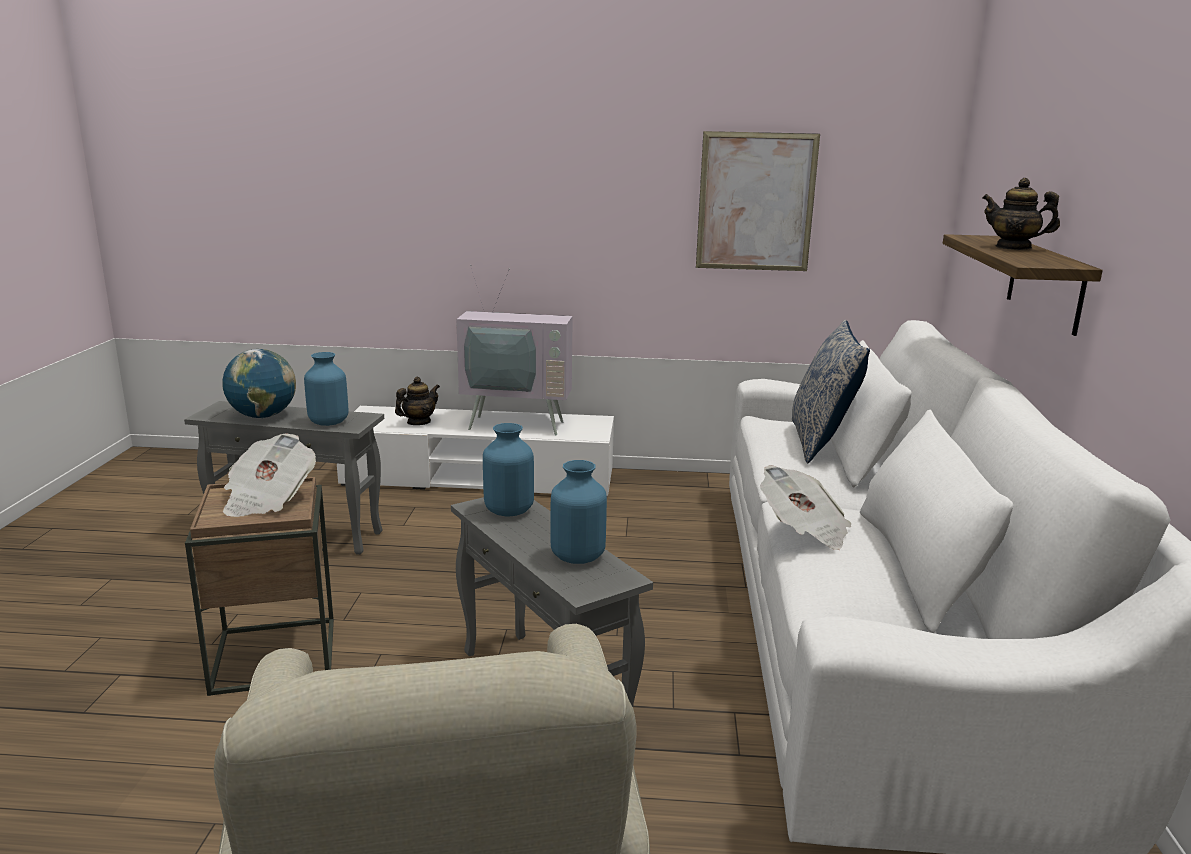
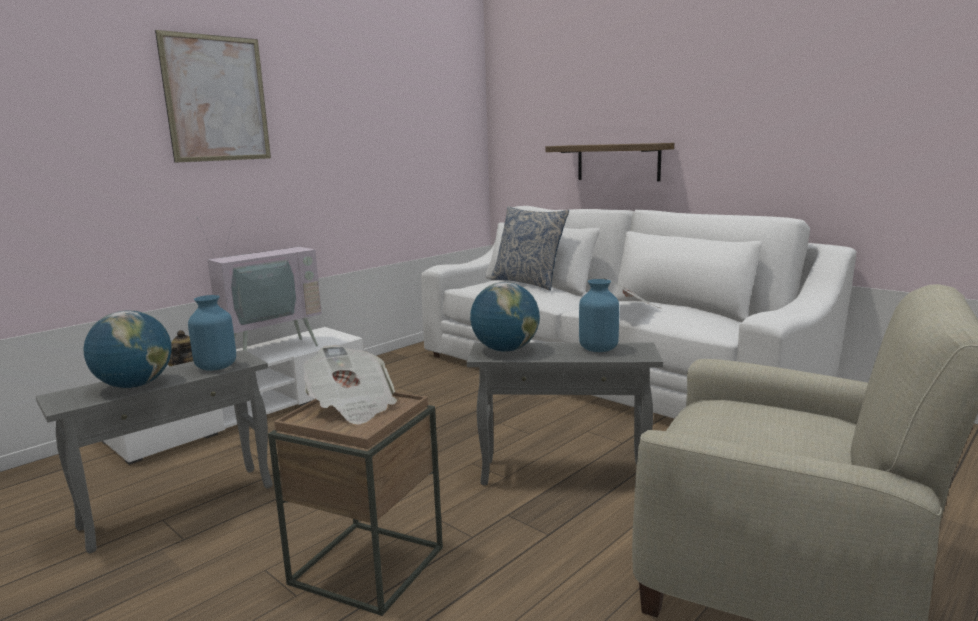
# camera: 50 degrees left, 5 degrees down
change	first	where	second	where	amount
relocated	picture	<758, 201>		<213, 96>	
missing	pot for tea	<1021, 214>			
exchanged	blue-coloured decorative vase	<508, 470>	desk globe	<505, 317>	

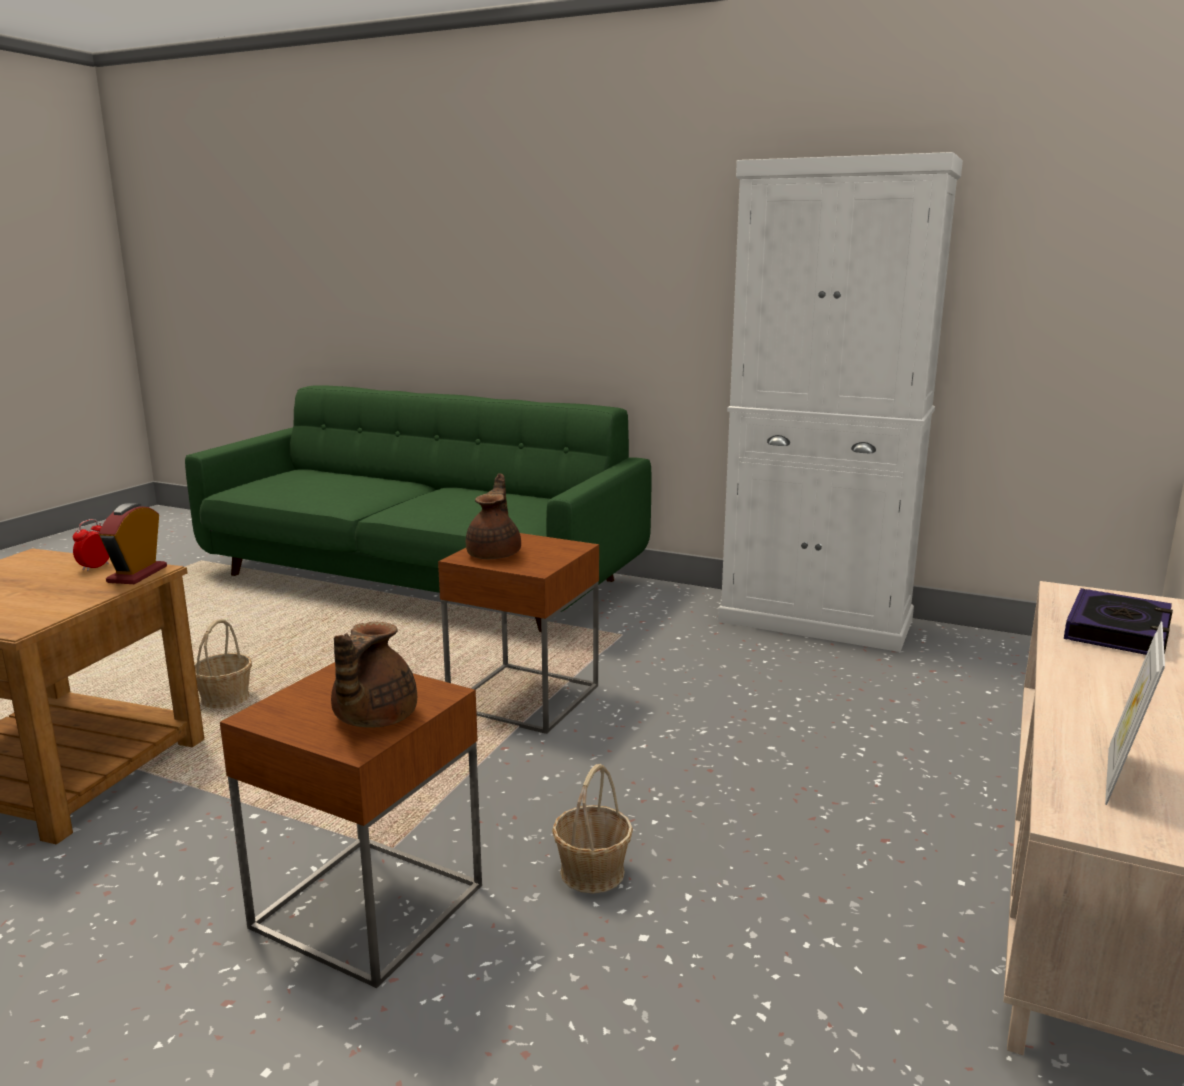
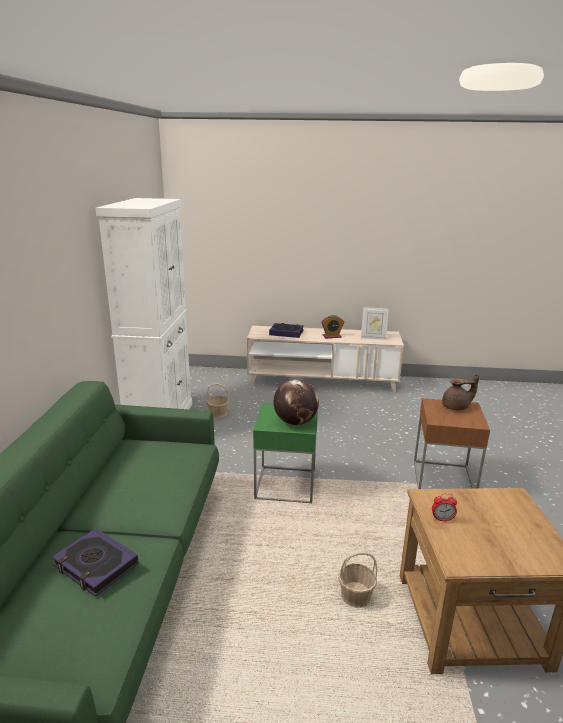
# camera: 110 degrees left, 5 degrees up
change	first	where	second	where	amount
exchanged	brown pot for tea	<493, 516>	desk globe	<296, 402>	
relocated	table clock	<133, 543>		<332, 327>	
colour	brown side table	<518, 633>	greenish side table	<285, 453>	
relocated	basket	<592, 829>		<217, 400>	
appeared			book	<95, 562>	

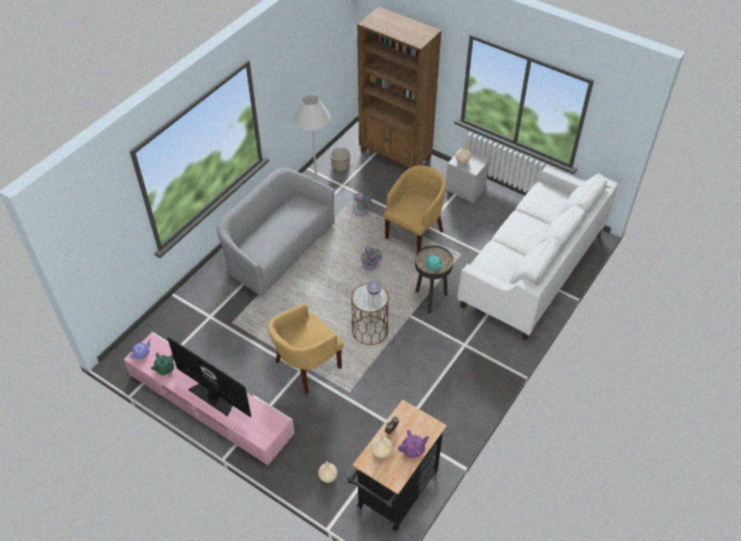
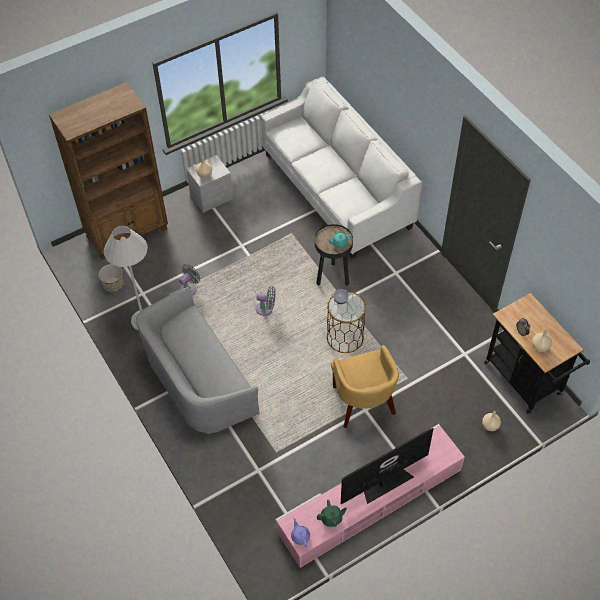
# camera: 65 degrees left, 5 degrees up
change	first	where	second	where	amount
missing	yellow-coloured lounge chair	<414, 209>			
missing	purple pot for tea	<413, 444>			

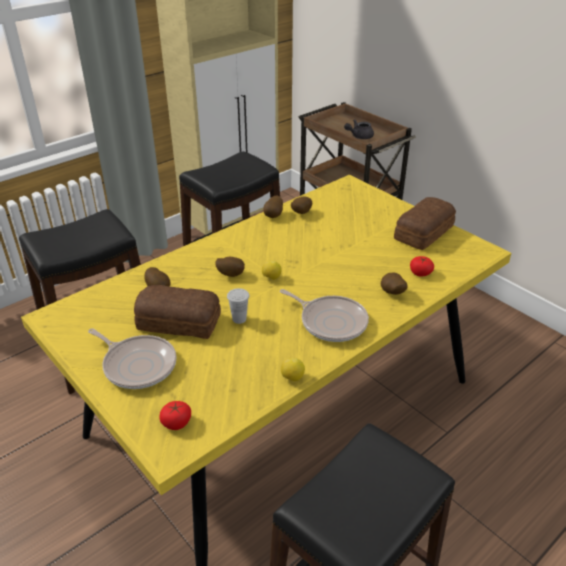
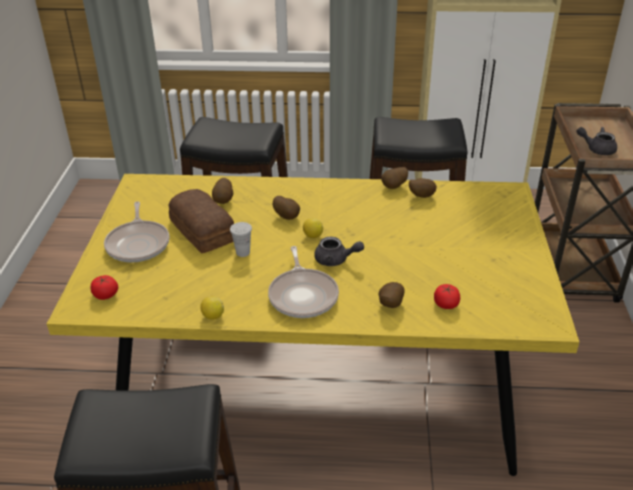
# camera: 45 degrees right, 0 degrees up
change	first	where	second	where	amount
missing	bakery bread	<425, 223>			
appeared			gray pot for tea	<339, 251>	

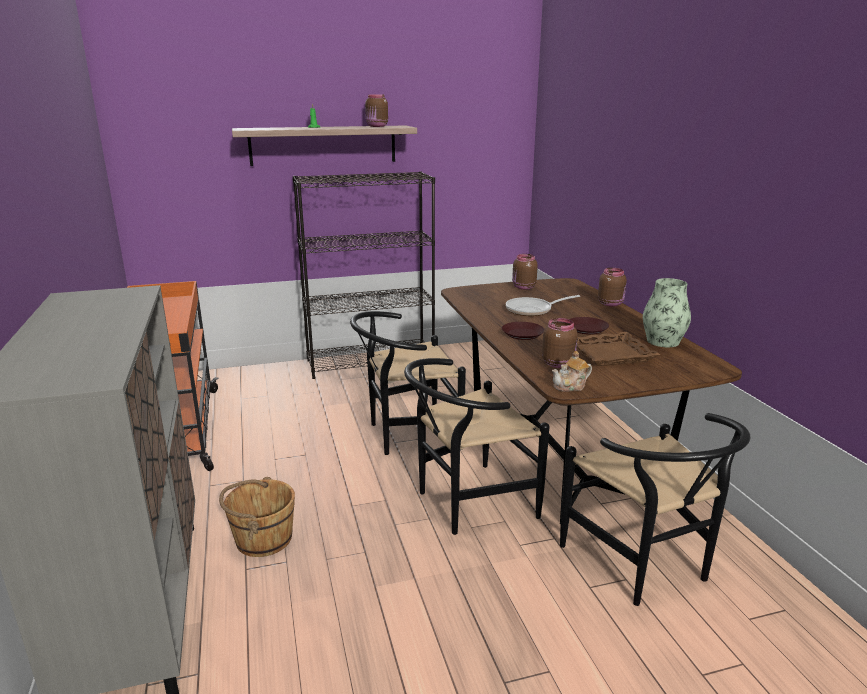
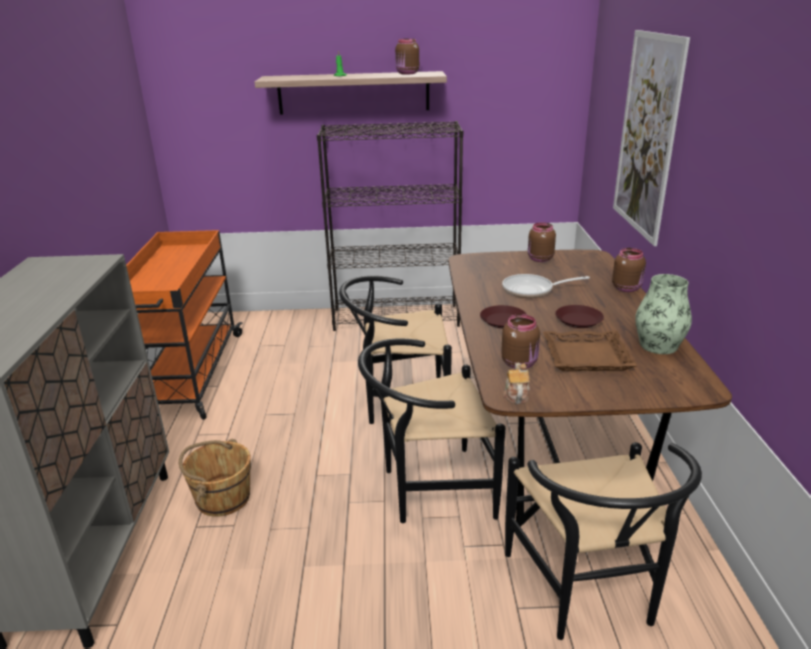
# camera: 15 degrees right, 5 degrees up
change	first	where	second	where	amount
spun	pot for tea	<572, 371>		<516, 383>	105 degrees clockwise
appeared			picture	<651, 138>	

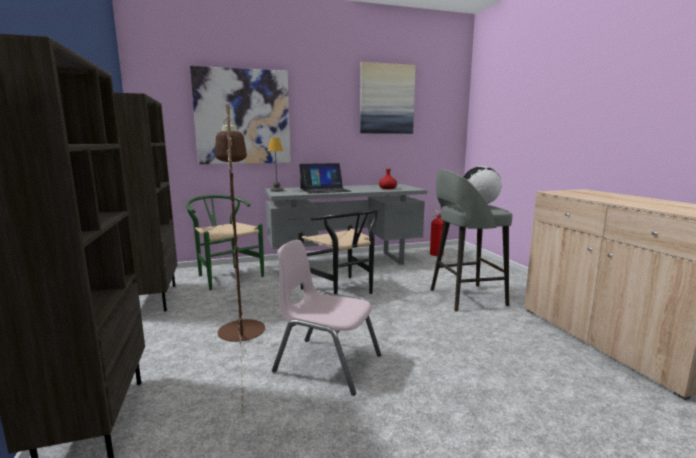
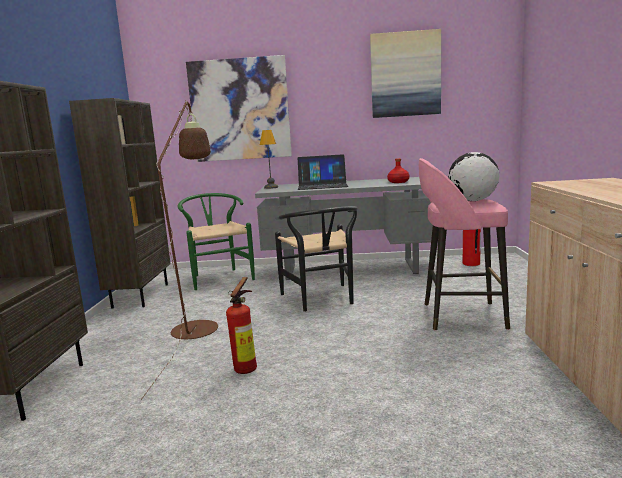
# camera: 20 degrees right, 0 degrees up
change	first	where	second	where	amount
colour	gray sitting stool	<471, 241>	pinkish sitting stool	<464, 244>	
exchanged	pinkish chair	<326, 318>	extinguisher	<241, 325>	

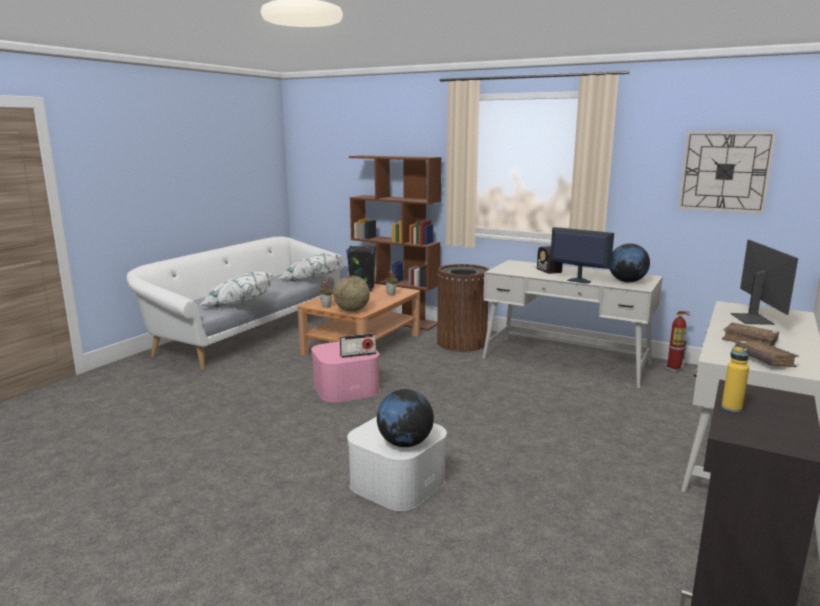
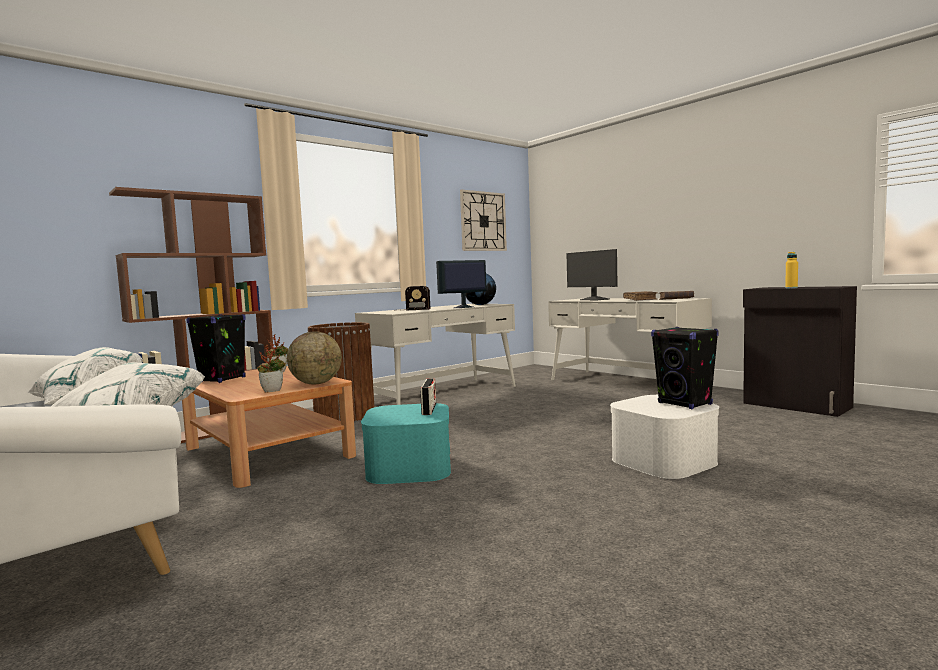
# camera: 70 degrees left, 10 degrees down
change	first	where	second	where	amount
spun	computer display	<764, 282>		<592, 274>	150 degrees counterclockwise
missing	extinguisher	<677, 342>			
colour	pinkish storage box	<345, 372>	turquoise storage box	<406, 443>	
exchanged	desk globe	<405, 418>	blackish audio speaker	<685, 368>	

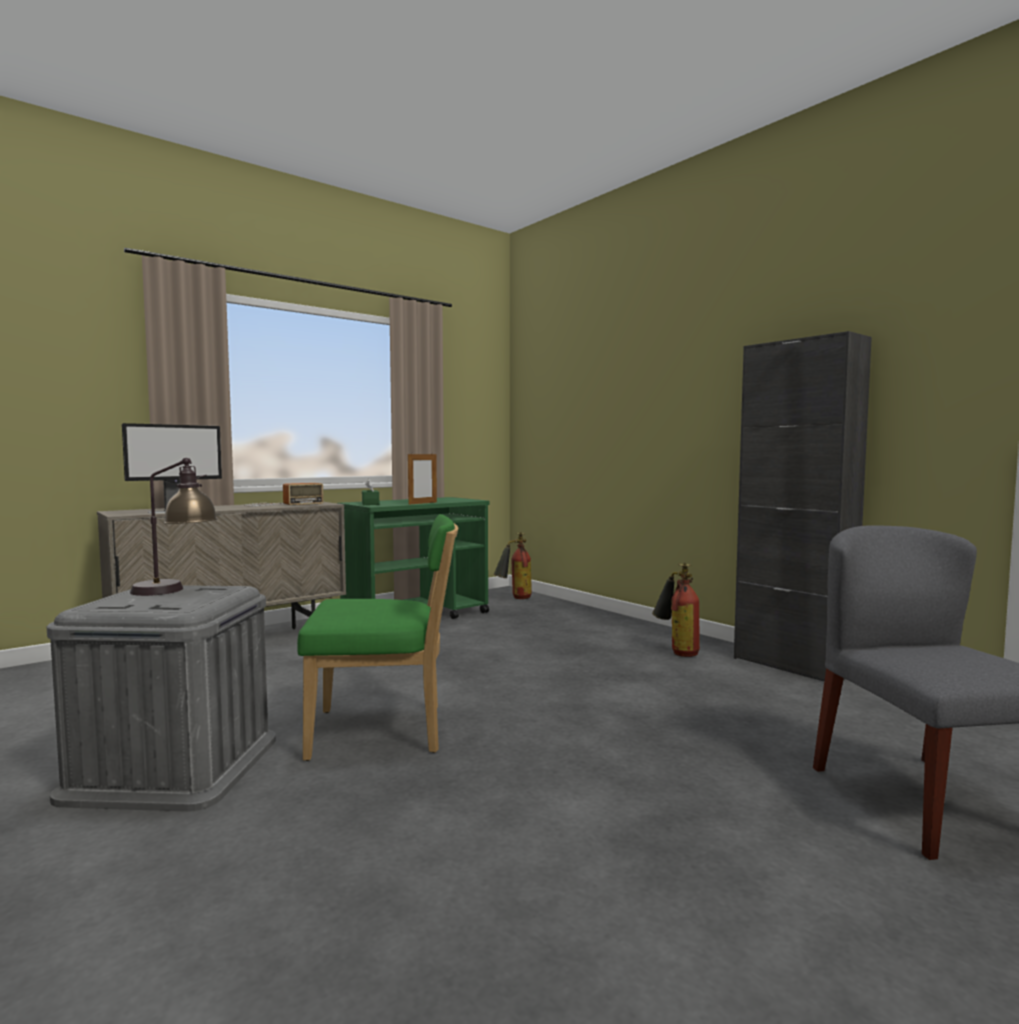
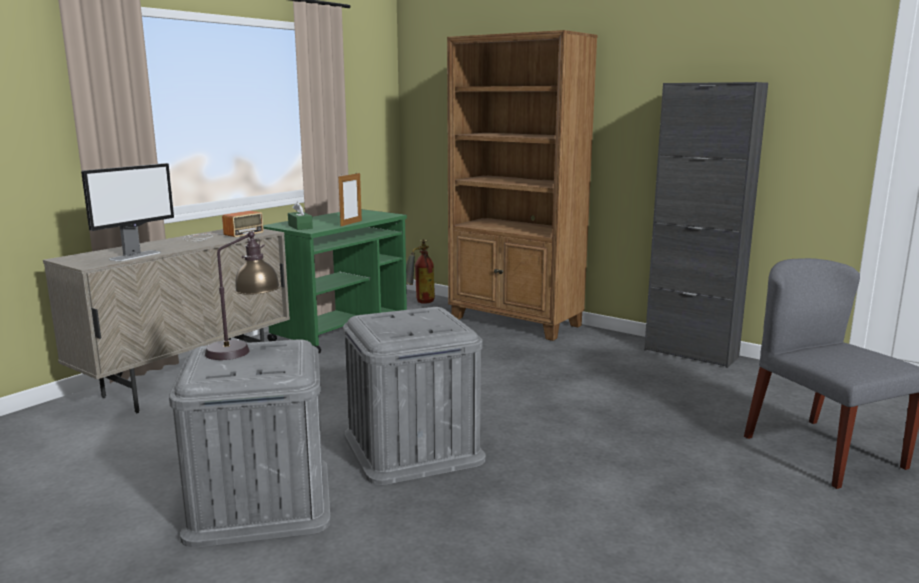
# camera: 15 degrees left, 10 degrees up
change	first	where	second	where	amount
exchanged	greenish chair	<377, 637>	gray storage box	<414, 396>	
missing	extinguisher	<676, 610>			
appeared			brown shelving unit	<522, 185>	

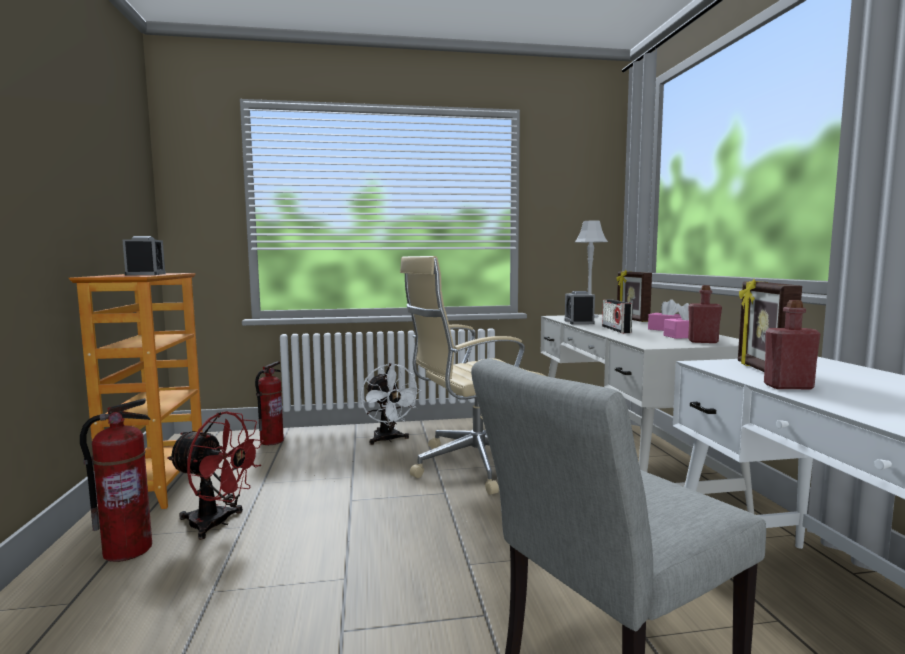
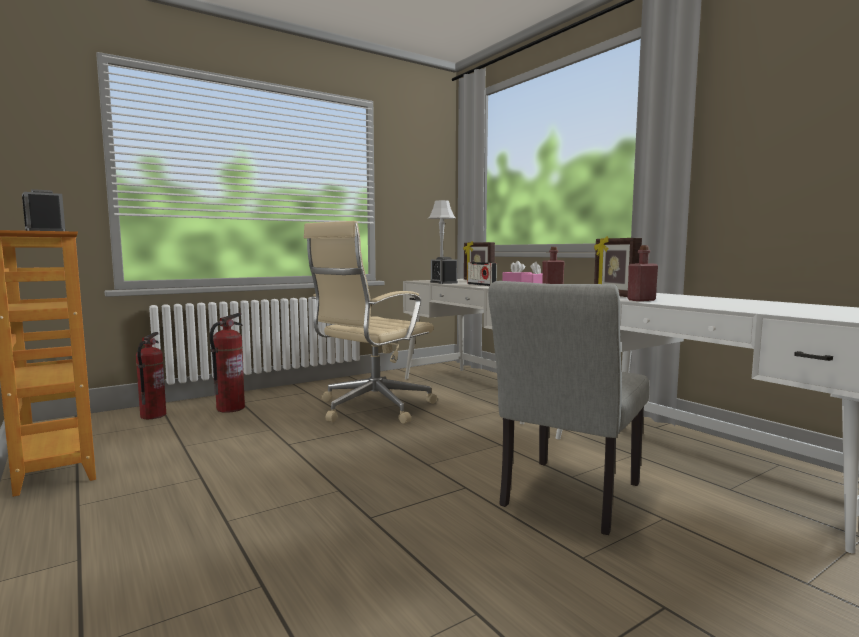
# camera: 25 degrees left, 0 degrees up
change	first	where	second	where	amount
missing	white electric fan	<391, 404>			
relocated	extinguisher	<116, 480>		<227, 363>	
missing	red electric fan	<215, 475>			

